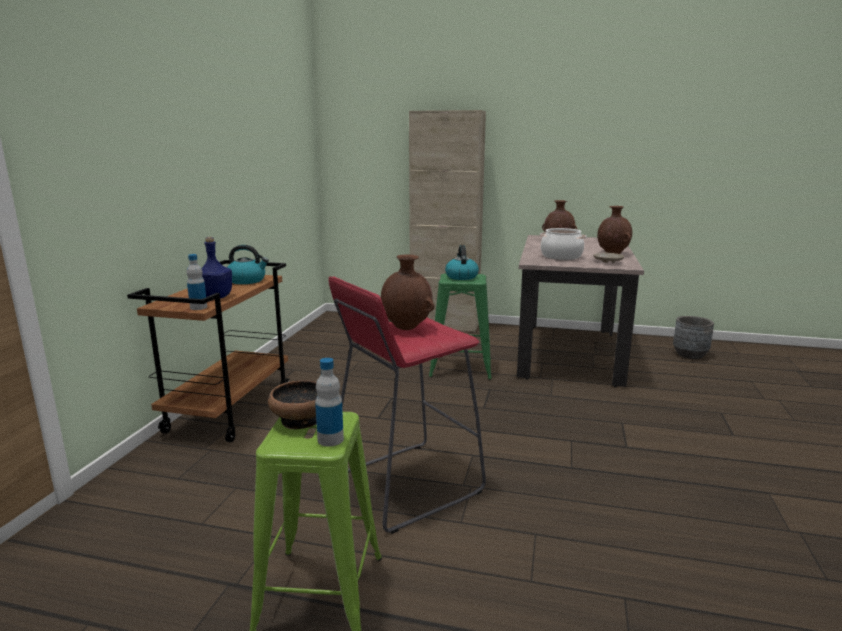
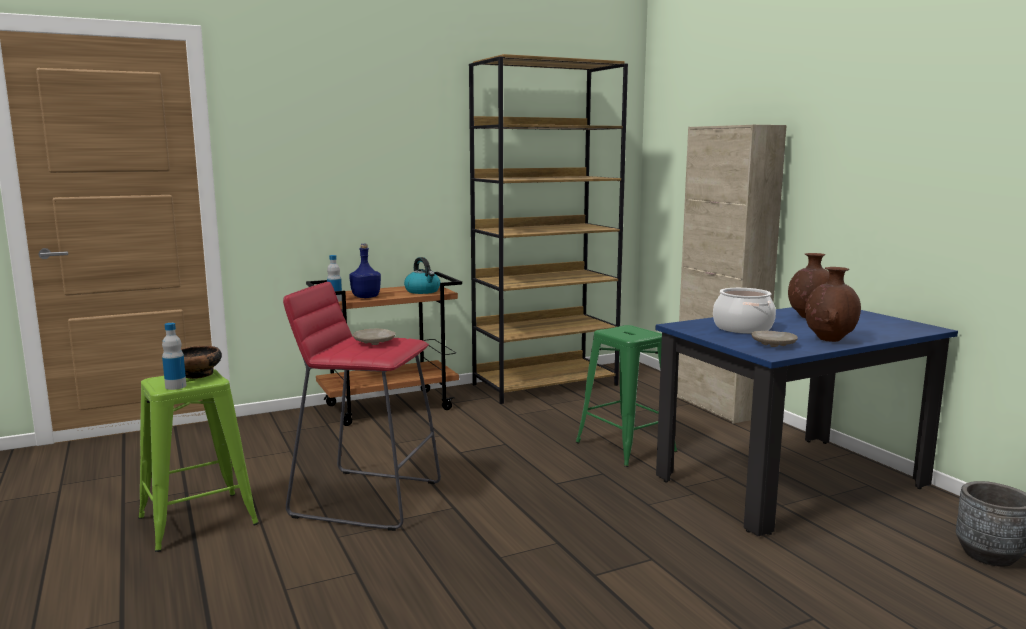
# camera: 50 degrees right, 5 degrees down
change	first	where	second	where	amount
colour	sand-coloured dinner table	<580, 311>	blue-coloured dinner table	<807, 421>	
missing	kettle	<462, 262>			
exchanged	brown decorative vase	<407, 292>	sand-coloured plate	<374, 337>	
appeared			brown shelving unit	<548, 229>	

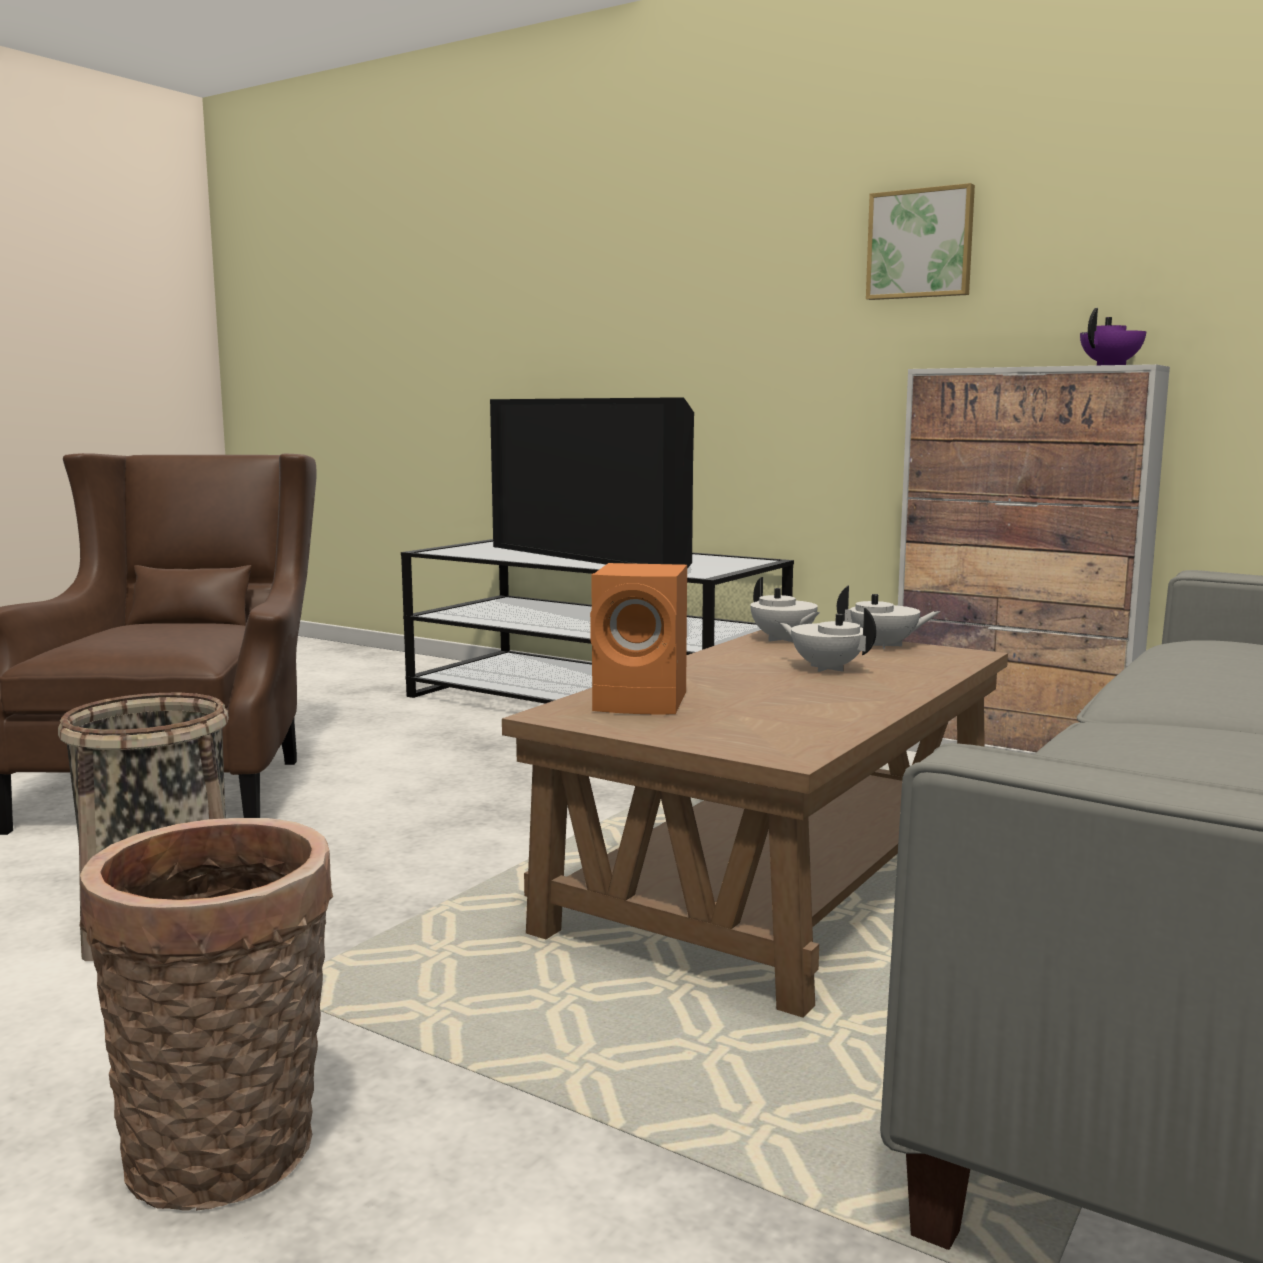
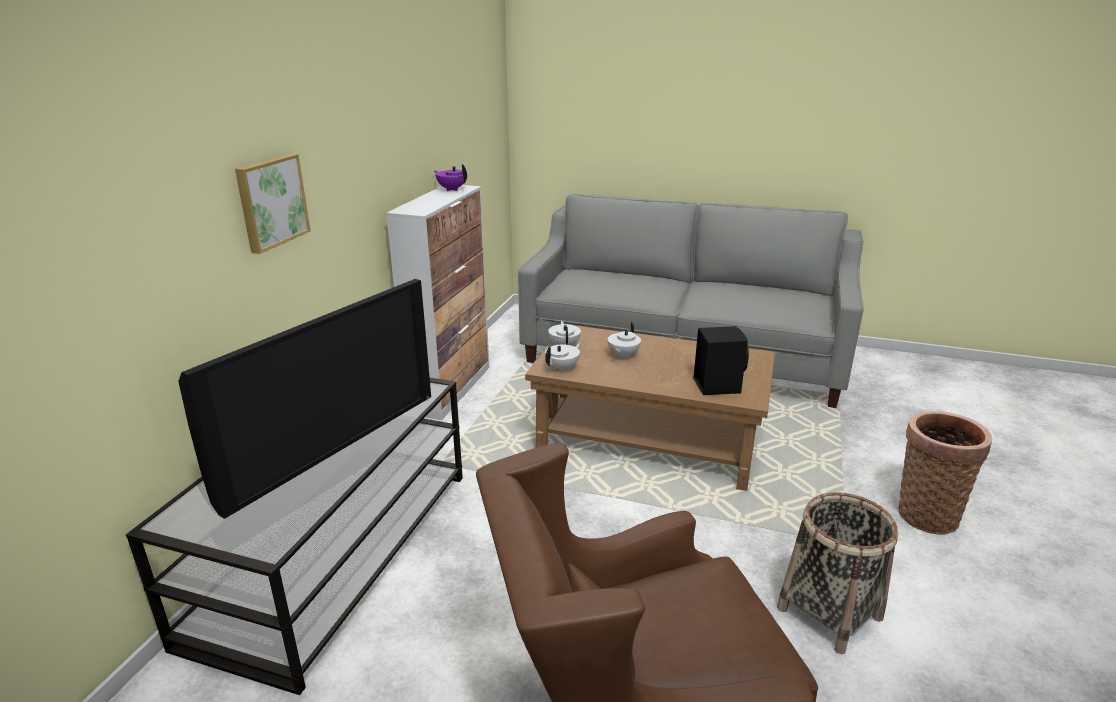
# camera: 105 degrees left, 15 degrees up
change	first	where	second	where	amount
relocated	picture	<920, 241>		<273, 204>	
colour	orangey audio speaker	<638, 638>	blackish audio speaker	<721, 360>	

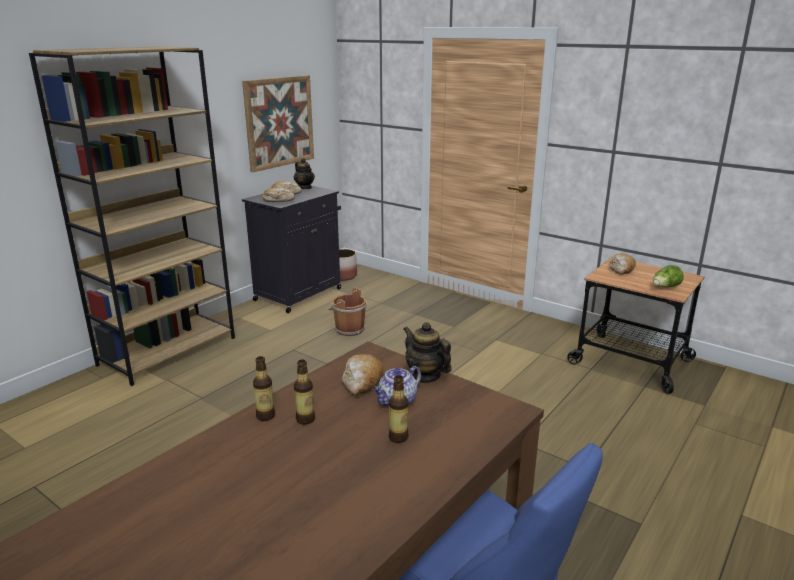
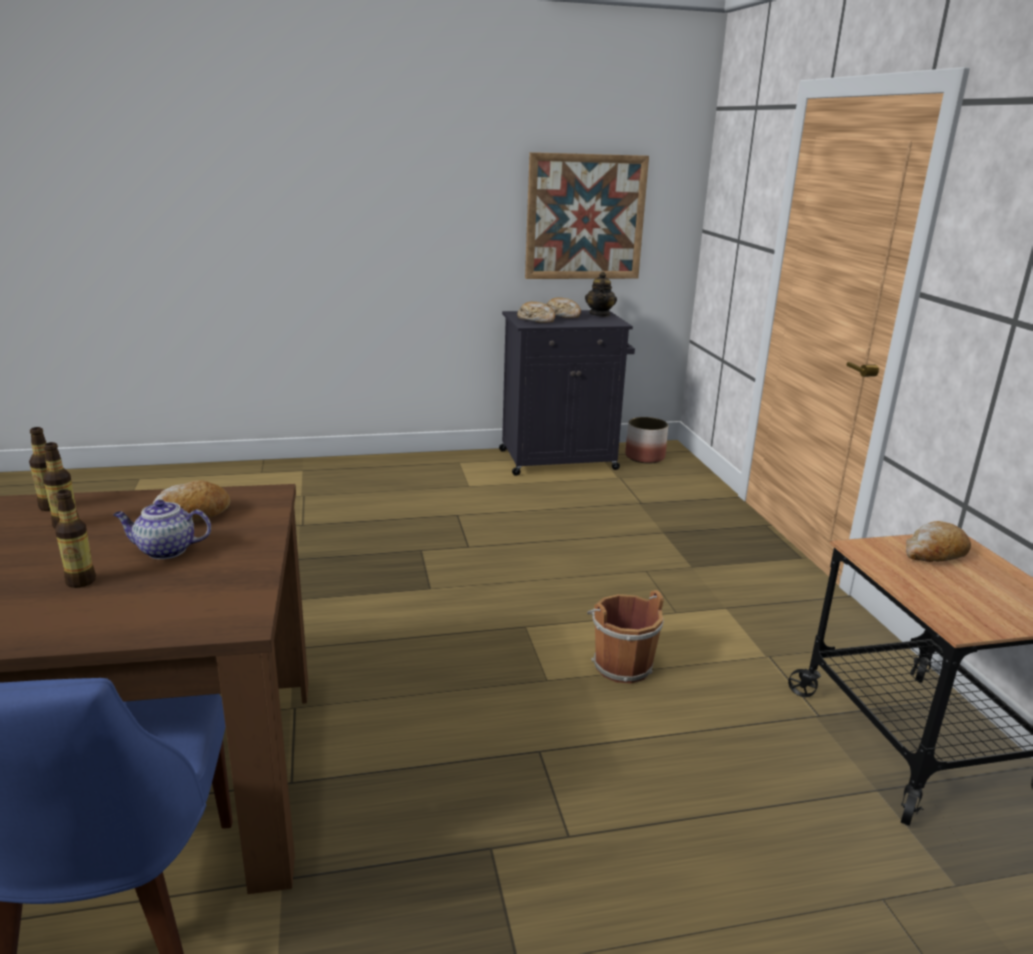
# camera: 40 degrees right, 0 degrees up
change	first	where	second	where	amount
missing	brown shelving unit	<132, 216>			
missing	lettuce	<668, 276>			
relocated	brown bucket	<347, 312>		<625, 636>	
missing	pot for tea	<427, 353>			

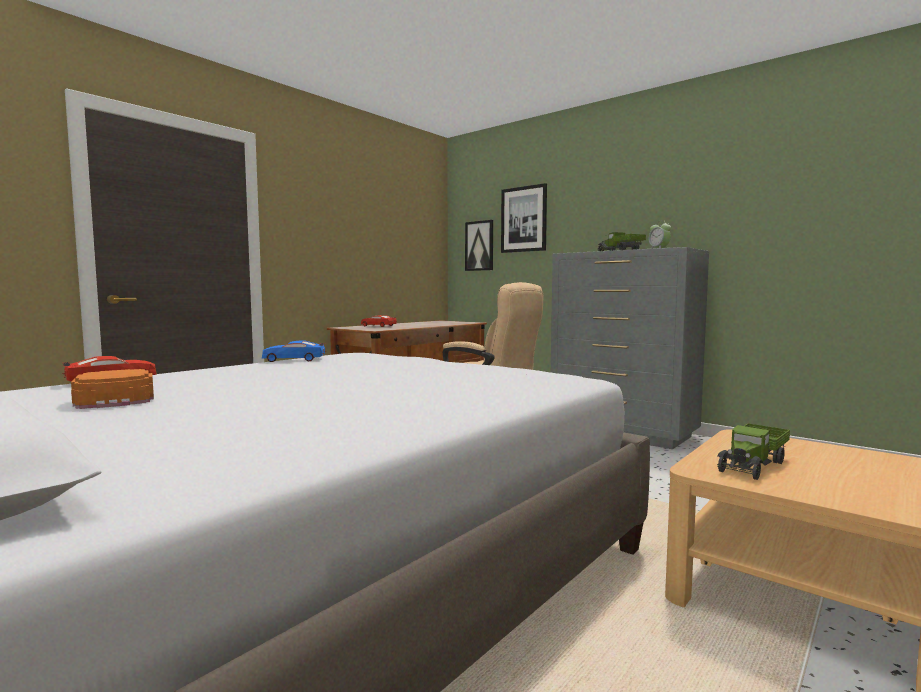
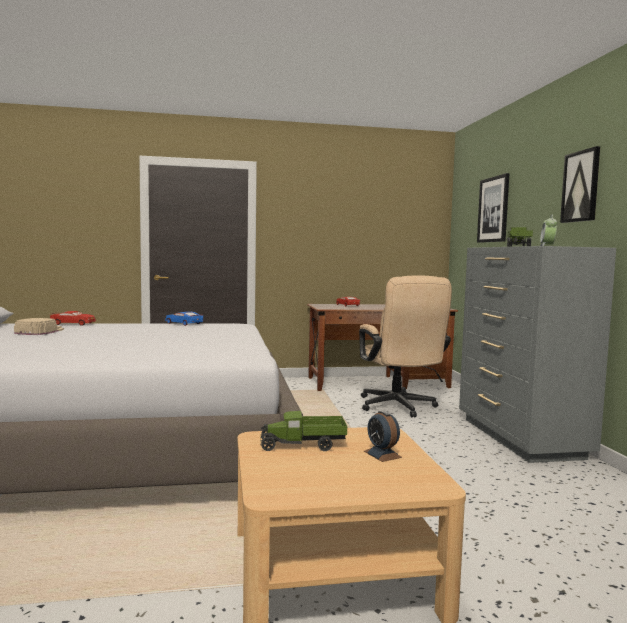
# camera: 40 degrees right, 0 degrees up
change	first	where	second	where	amount
relocated	picture	<479, 245>		<580, 184>	
colour	orangey cap	<112, 389>	sand-coloured cap	<39, 326>	
appeared			table clock	<383, 436>	

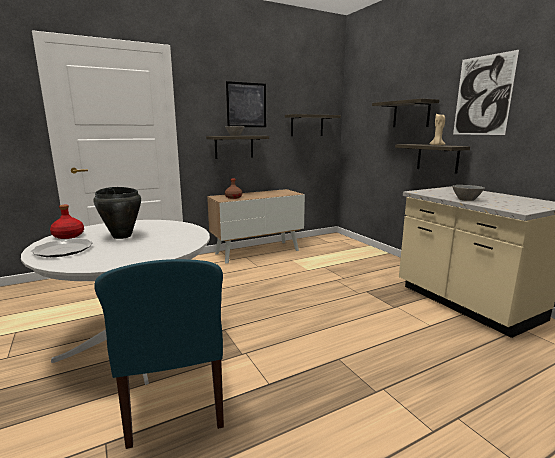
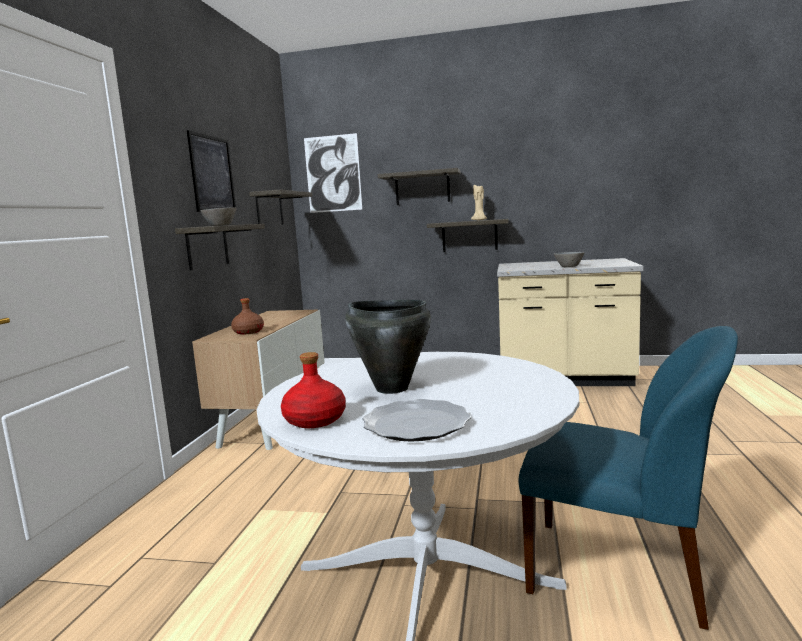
# camera: 50 degrees left, 5 degrees down
change	first	where	second	where	amount
relocated	picture	<486, 92>		<333, 173>	

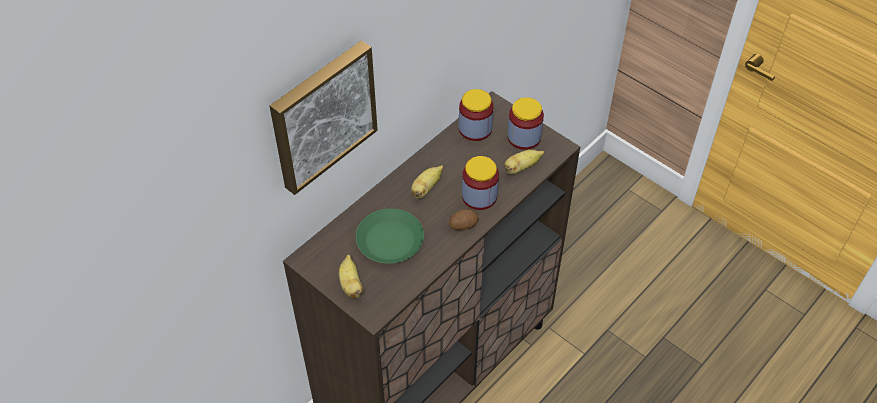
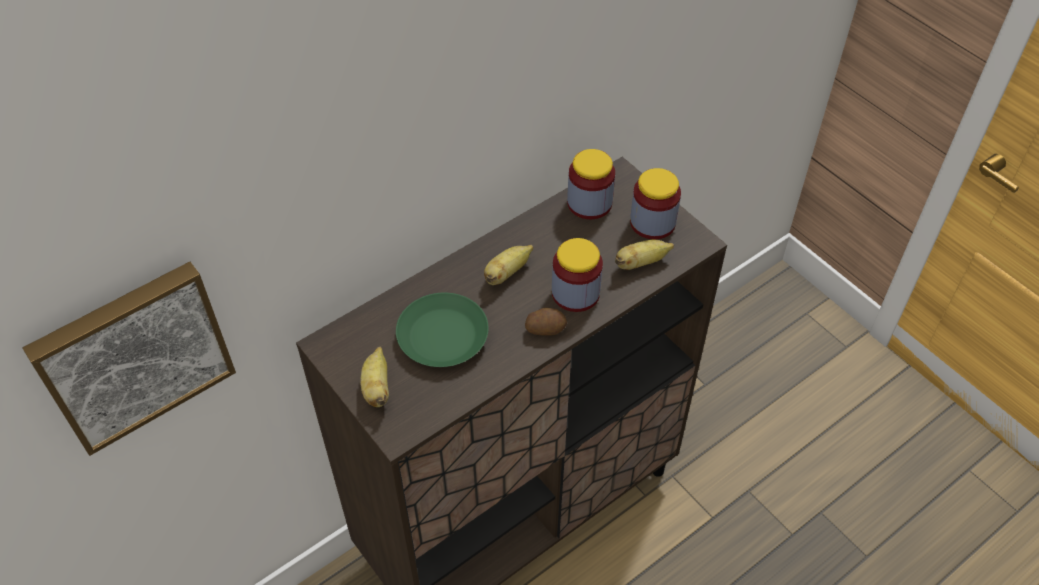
# camera: 10 degrees right, 0 degrees up
change	first	where	second	where	amount
relocated	picture	<324, 118>		<129, 359>	

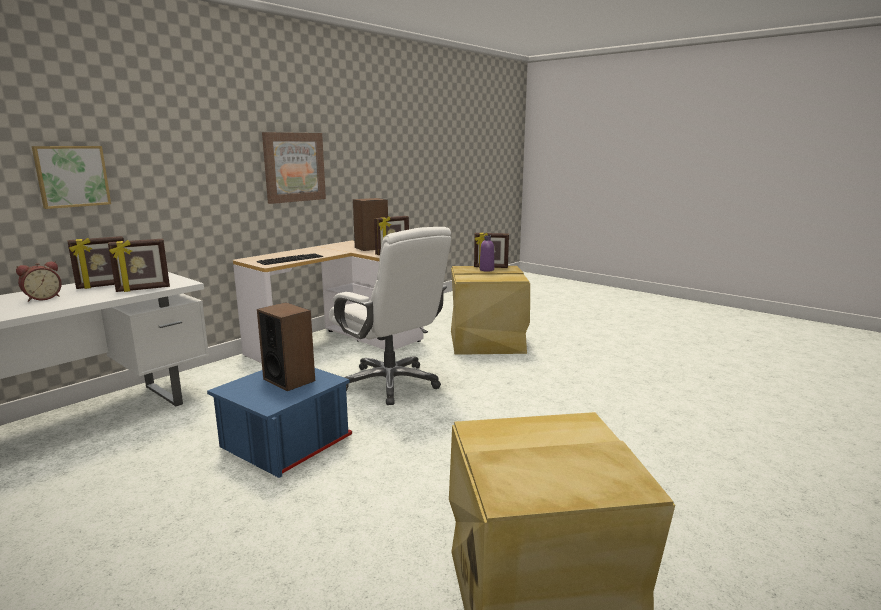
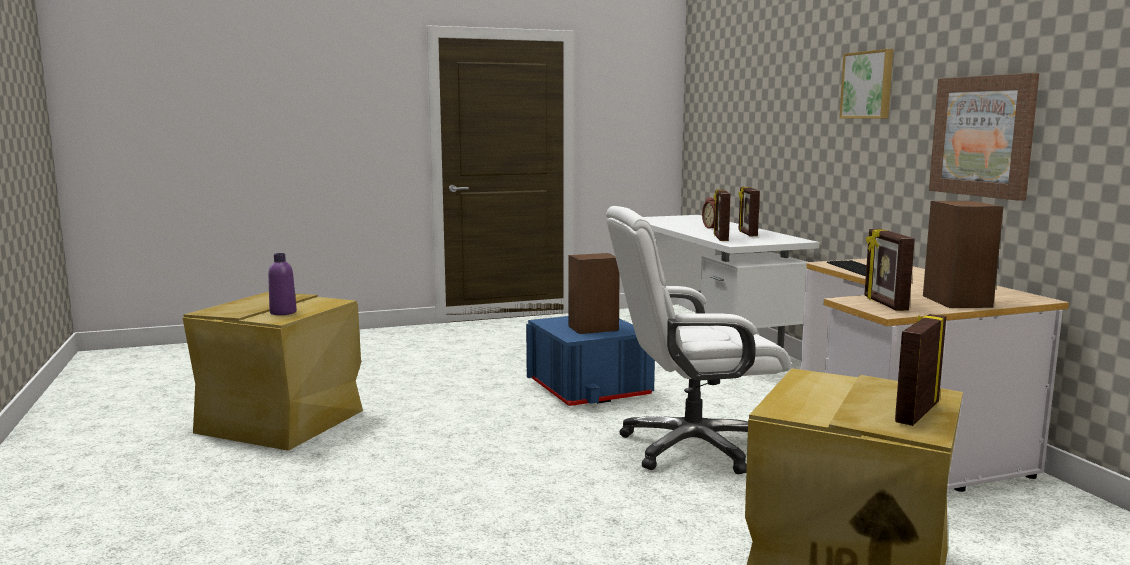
# camera: 120 degrees right, 5 degrees down
change	first	where	second	where	amount
relocated	picture	<71, 177>		<866, 83>	
relocated	purple bottle	<486, 253>		<282, 284>	

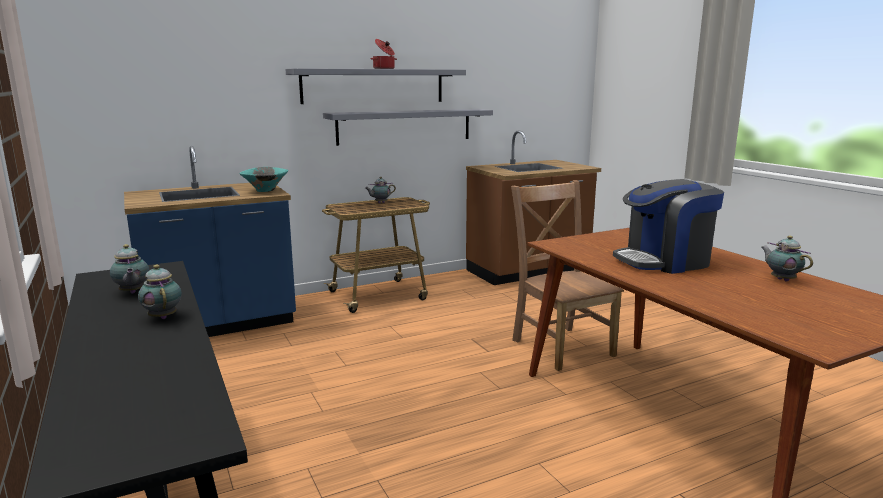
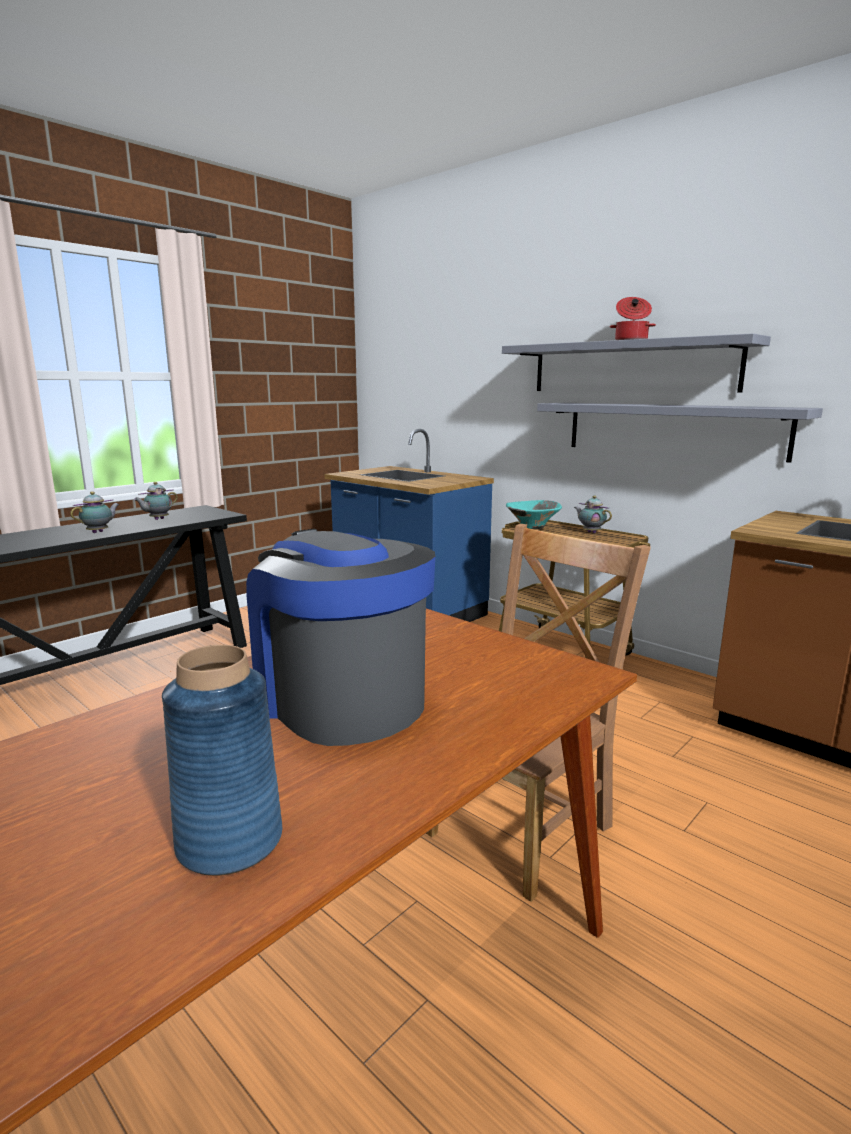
# camera: 70 degrees right, 0 degrees up
change	first	where	second	where	amount
relocated	turquoise deep dish	<264, 179>		<534, 514>	
exchanged	pot for tea	<787, 258>	blue-coloured decorative vase	<222, 760>	

